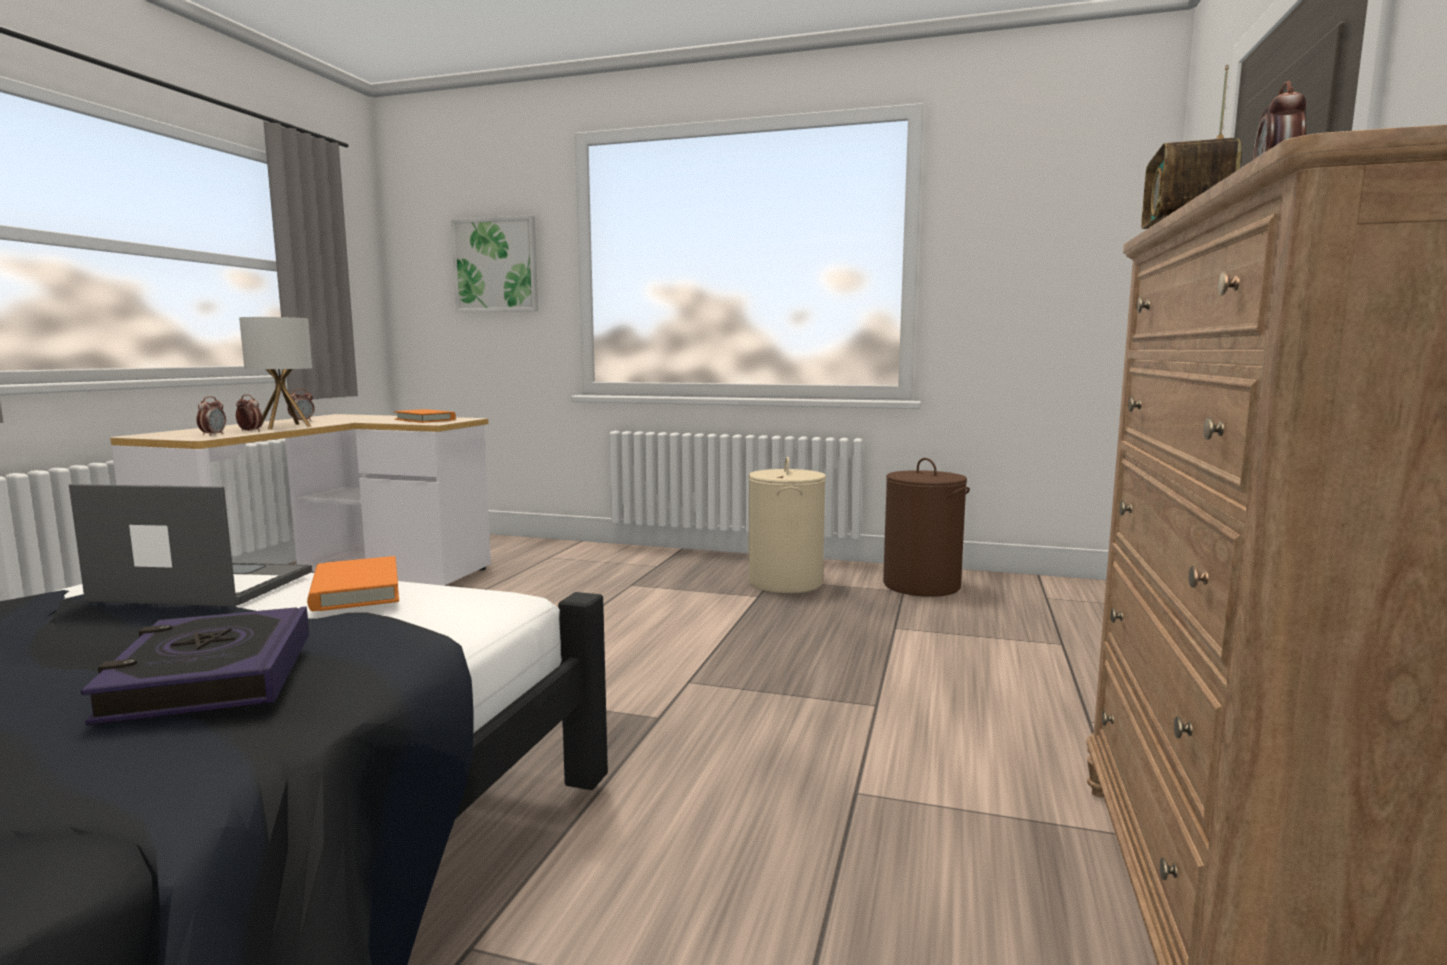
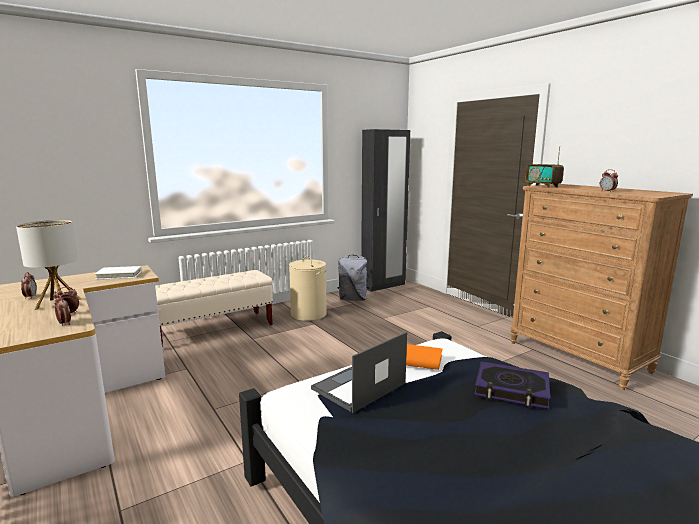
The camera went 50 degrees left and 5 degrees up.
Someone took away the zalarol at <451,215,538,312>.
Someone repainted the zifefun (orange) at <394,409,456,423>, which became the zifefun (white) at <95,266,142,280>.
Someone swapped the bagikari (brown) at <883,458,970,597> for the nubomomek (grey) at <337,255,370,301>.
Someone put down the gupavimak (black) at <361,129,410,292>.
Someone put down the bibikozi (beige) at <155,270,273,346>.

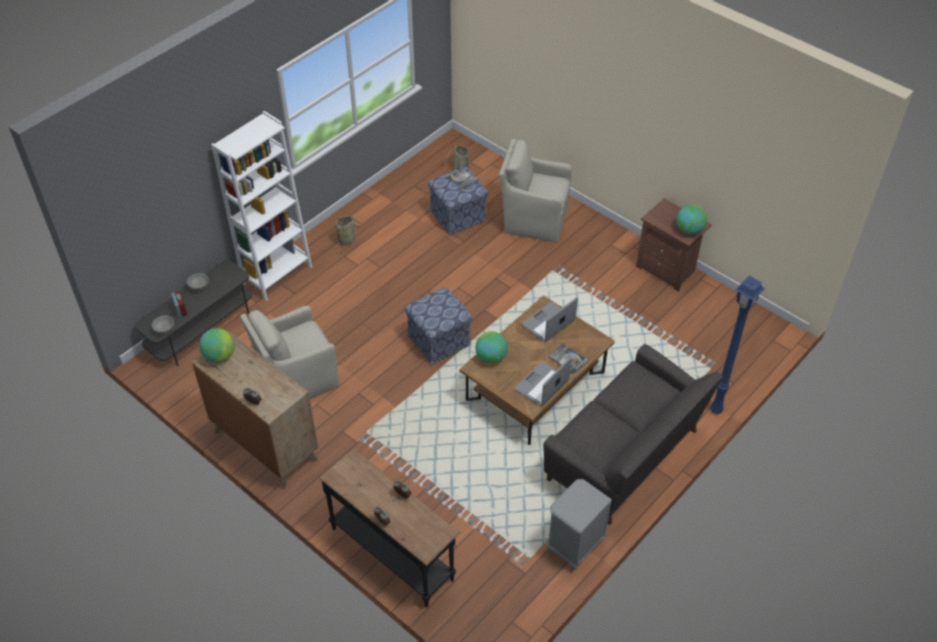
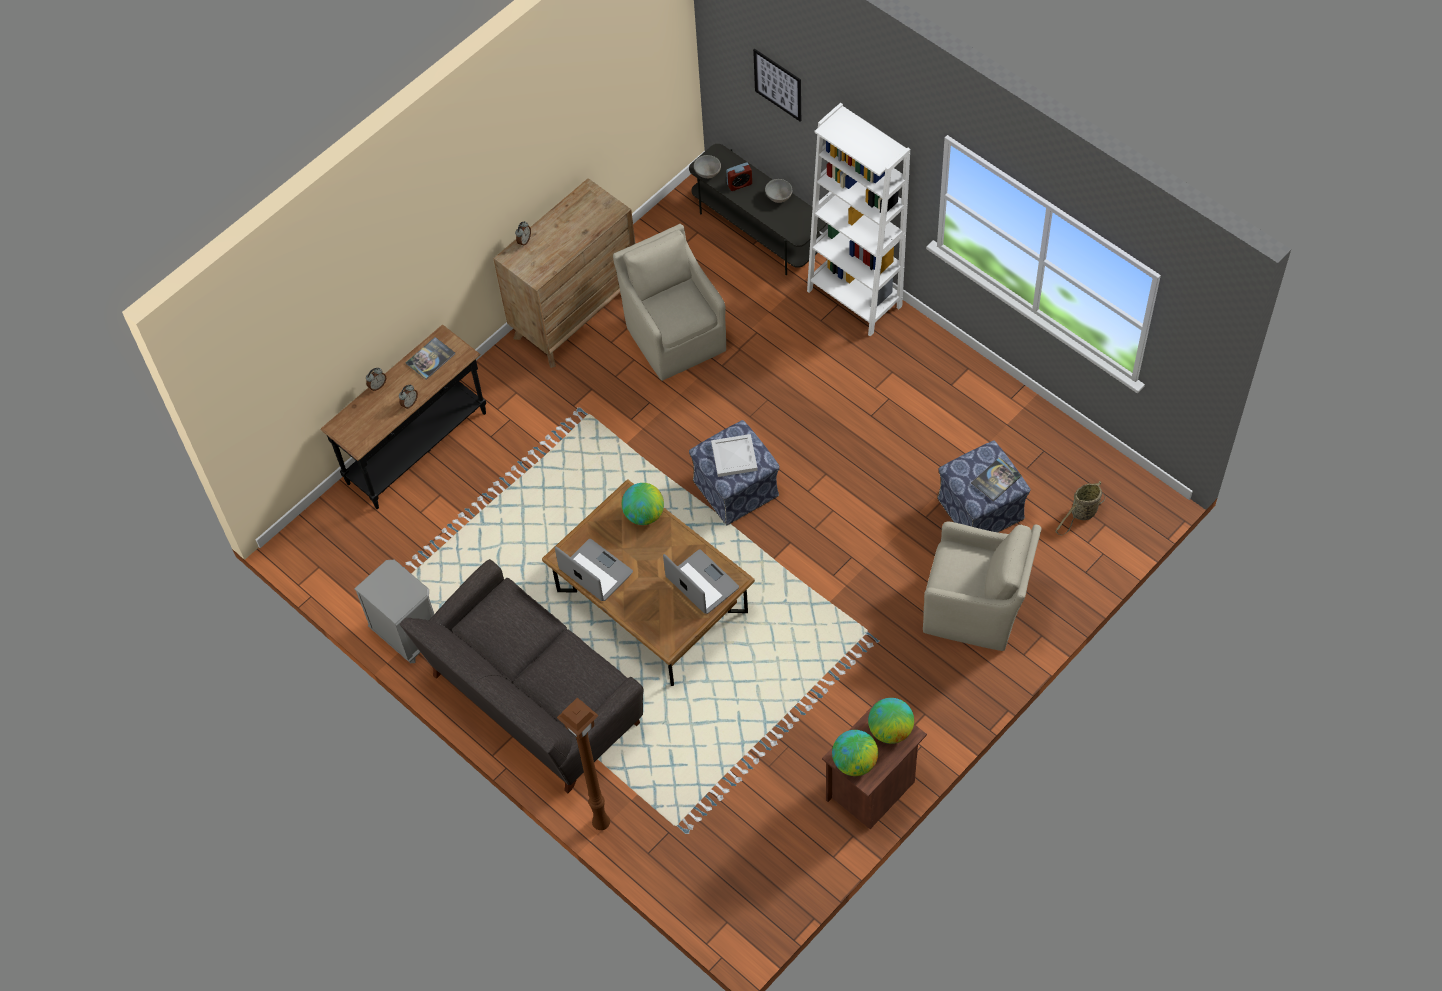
The camera went 95 degrees right and 10 degrees up.
Someone rotated the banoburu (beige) at <499,139,572,242> by 90 degrees clockwise.
Someone took away the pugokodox at <333,216,363,251>.
Someone repainted the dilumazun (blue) at <710,275,765,414>, which became the dilumazun (brown) at <557,698,610,830>.
Someone carried the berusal from <199,328,235,363> to <868,698,914,744>.
Someone carried the zifefun from <549,343,588,374> to <406,337,455,380>.
Someone put up the zalarol at <753,49,801,122>.
Someone put down the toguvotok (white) at <711,434,758,477>.

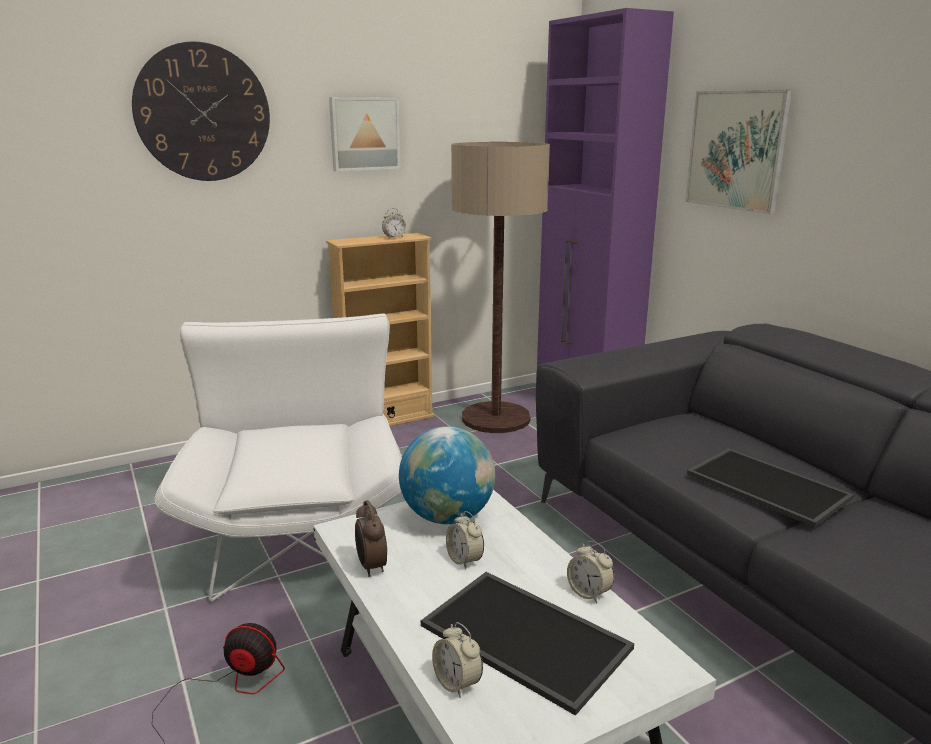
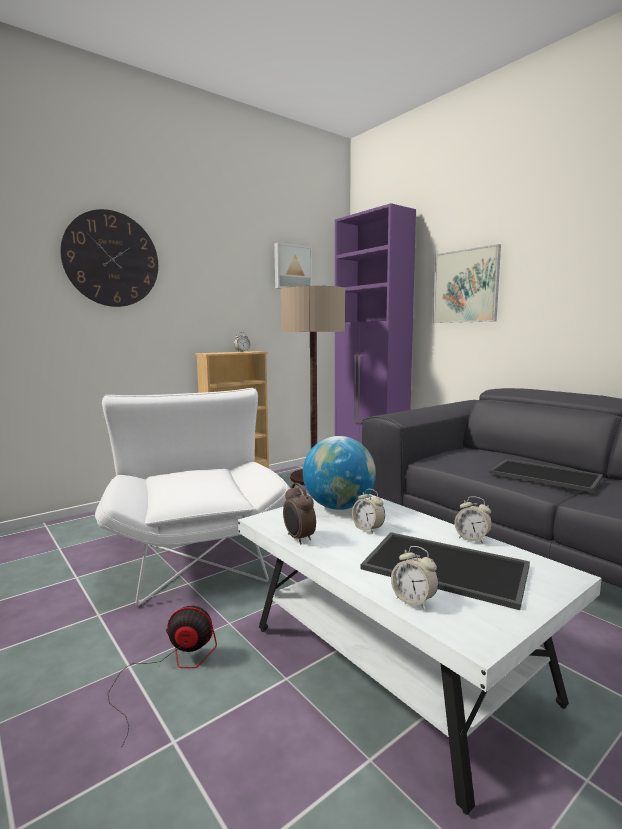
The camera went 10 degrees left and 10 degrees down.
Someone carried the zalarol from <329,97,401,172> to <274,243,312,289>.

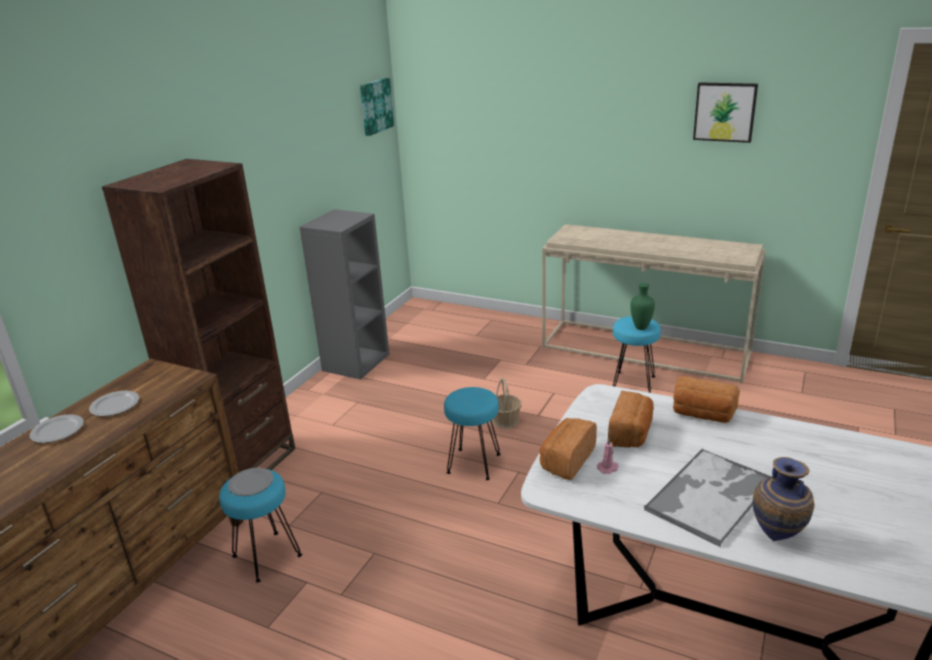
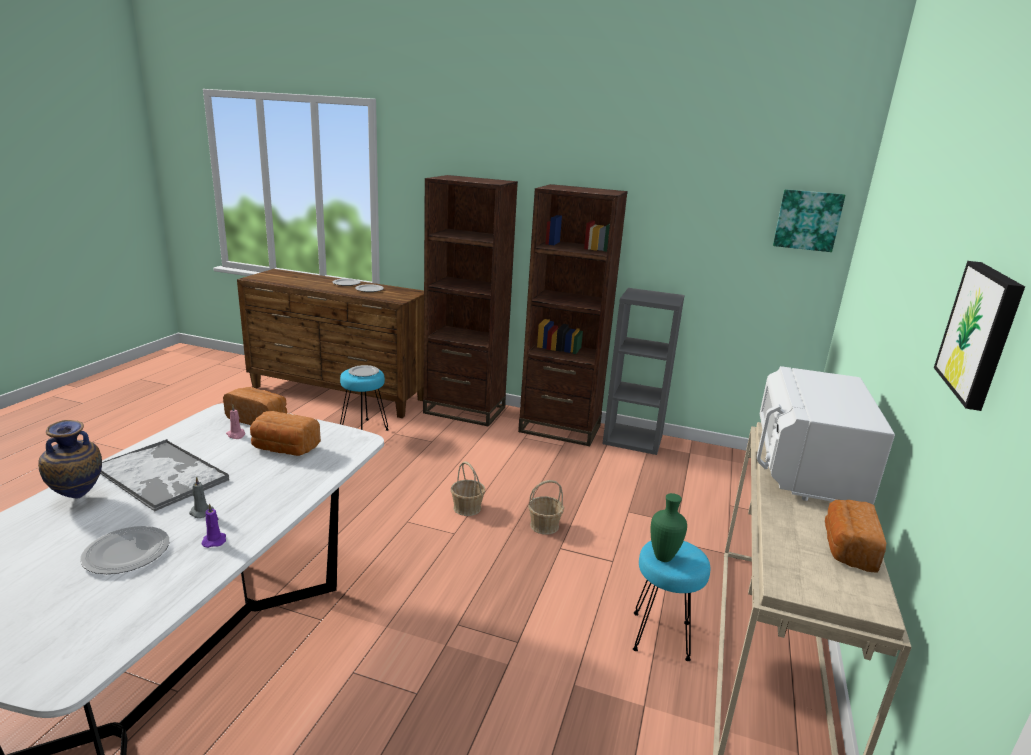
The camera went 80 degrees right and 5 degrees down.
Someone carried the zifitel from <673,376,740,423> to <825,500,886,573>.
Someone swapped the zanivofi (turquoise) at <444,387,500,480> for the pugokodox at <451,461,485,516>.
Someone put down the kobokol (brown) at <518,184,628,446>.
Someone put down the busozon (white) at <757,366,895,505>.
Someone put down the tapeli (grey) at <189,476,214,518>.
Someone put down the tapeli (purple) at <201,503,226,548>.
Someone put down the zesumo at <80,526,169,574>.

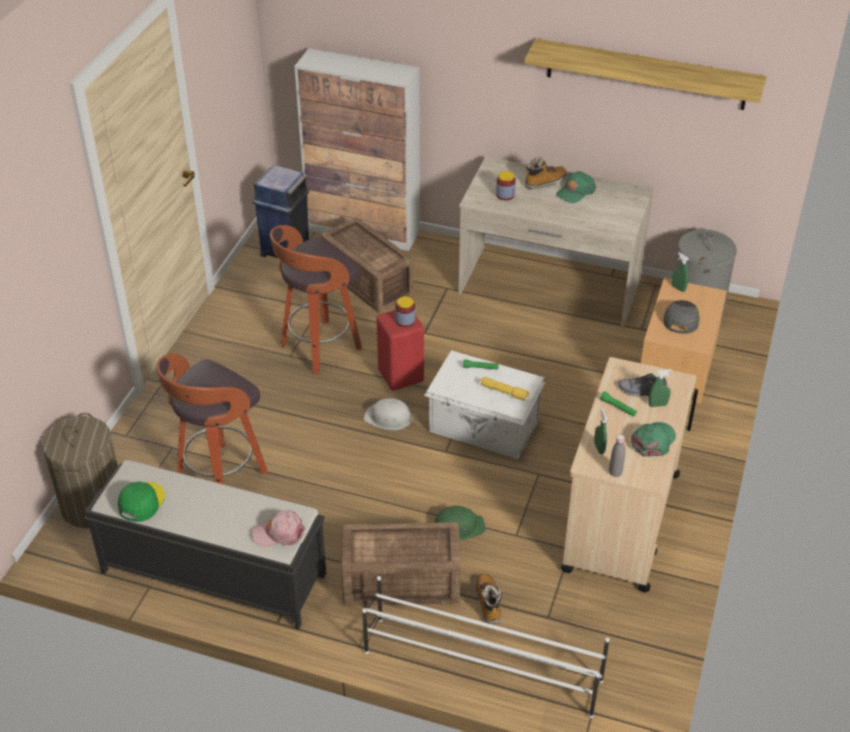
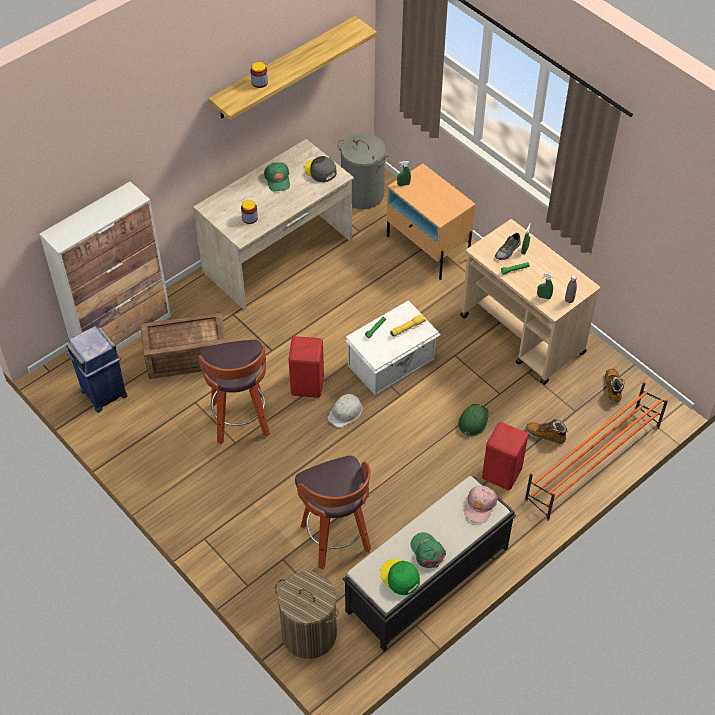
The camera went 60 degrees left and 10 degrees up.
Someone carried the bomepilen from <525,157,567,189> to <605,368,624,404>.
Someone carried the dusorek from <395,296,415,327> to <250,62,268,88>.
Someone carried the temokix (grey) from <663,300,700,334> to <305,156,337,182>.
Someone carried the temokix (green) from <631,422,676,457> to <410,532,446,568>.
Someone swapped the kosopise at <341,522,461,606> for the zanivofi (red) at <482,422,528,490>.
Someone repainted the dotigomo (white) at <362,576,610,718>, which became the dotigomo (orange) at <525,381,668,521>.

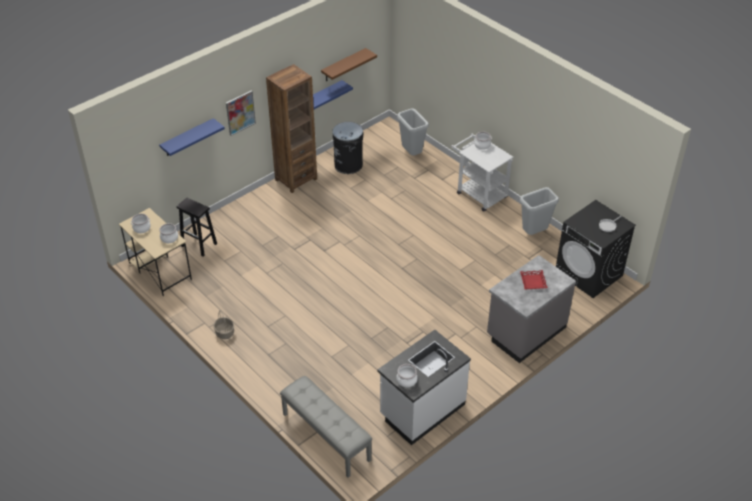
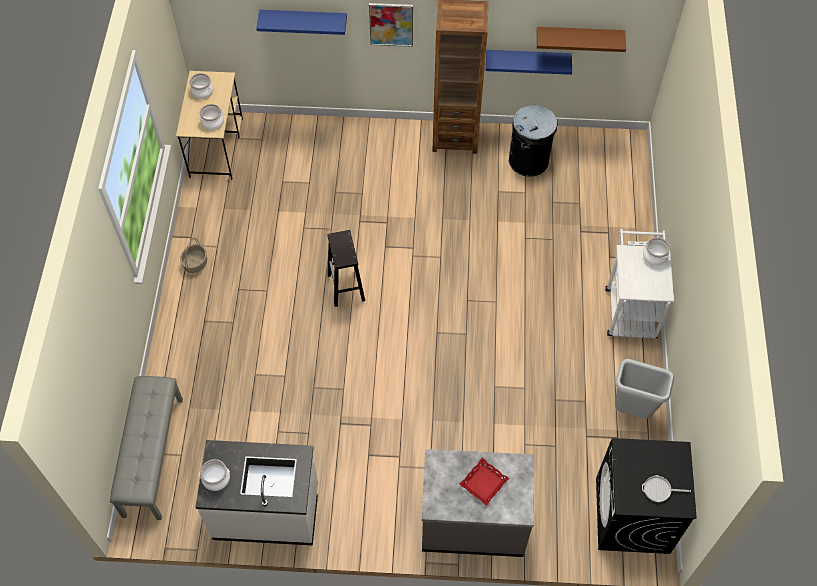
The camera went 45 degrees right and 15 degrees up.
Someone took away the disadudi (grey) at <397,108,429,155>.
Someone carried the zanivofi (black) from <177,197,217,257> to <327,230,365,307>.

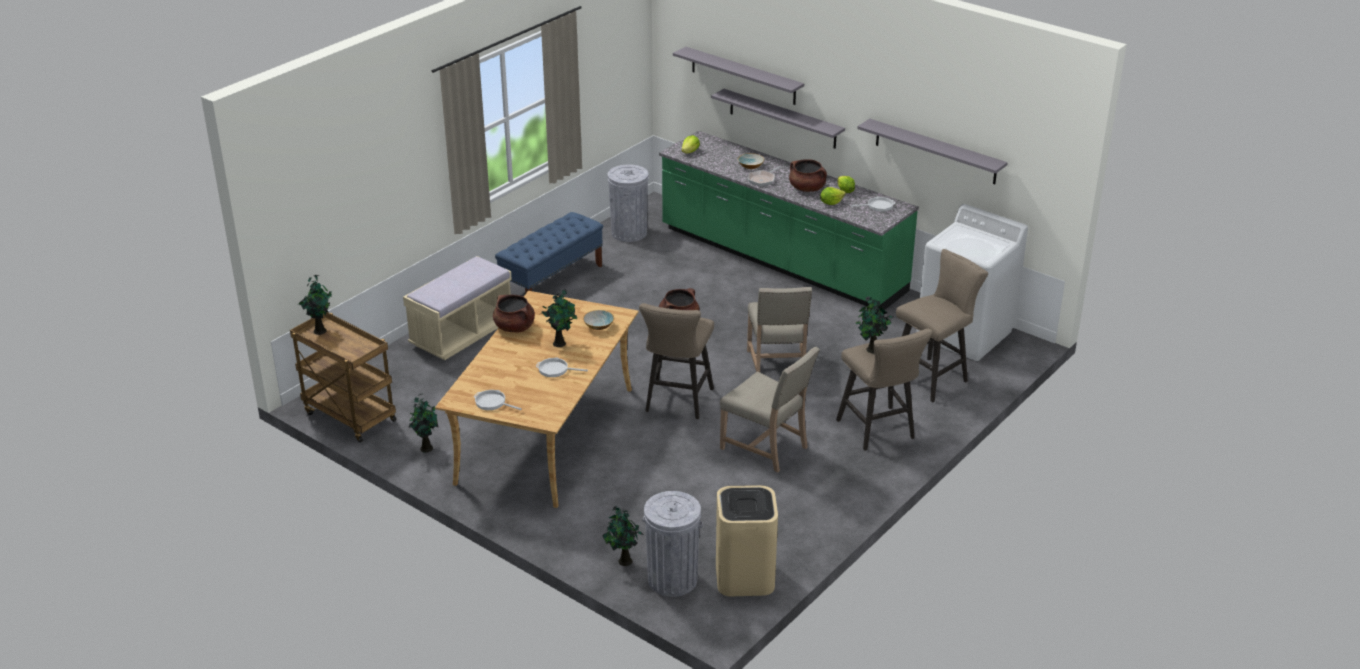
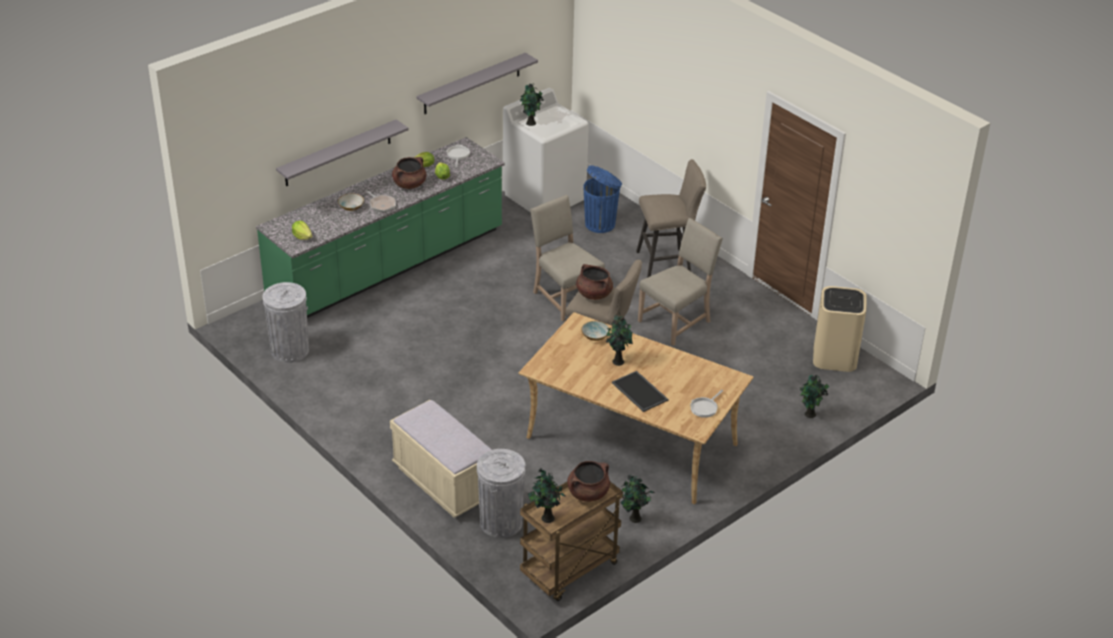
The camera went 80 degrees left and 5 degrees up.
Someone took away the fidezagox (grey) at <673,47,804,105>.
Someone took away the bibikozi (blue) at <495,212,603,294>.
Someone swapped the zanivofi (beige) at <896,249,988,402> for the disadudi (blue) at <583,165,622,233>.
Someone rotated the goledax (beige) at <747,287,812,372> by 135 degrees counterclockwise.
Someone carried the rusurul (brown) from <493,295,535,333> to <567,461,610,502>.
Someone carried the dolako from <856,296,894,353> to <520,84,544,126>.
Someone took away the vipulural at <536,357,588,377>.
Someone carried the disadudi (grey) from <643,491,703,597> to <477,449,525,538>.
Someone put down the toguvotok at <612,371,668,412>.

